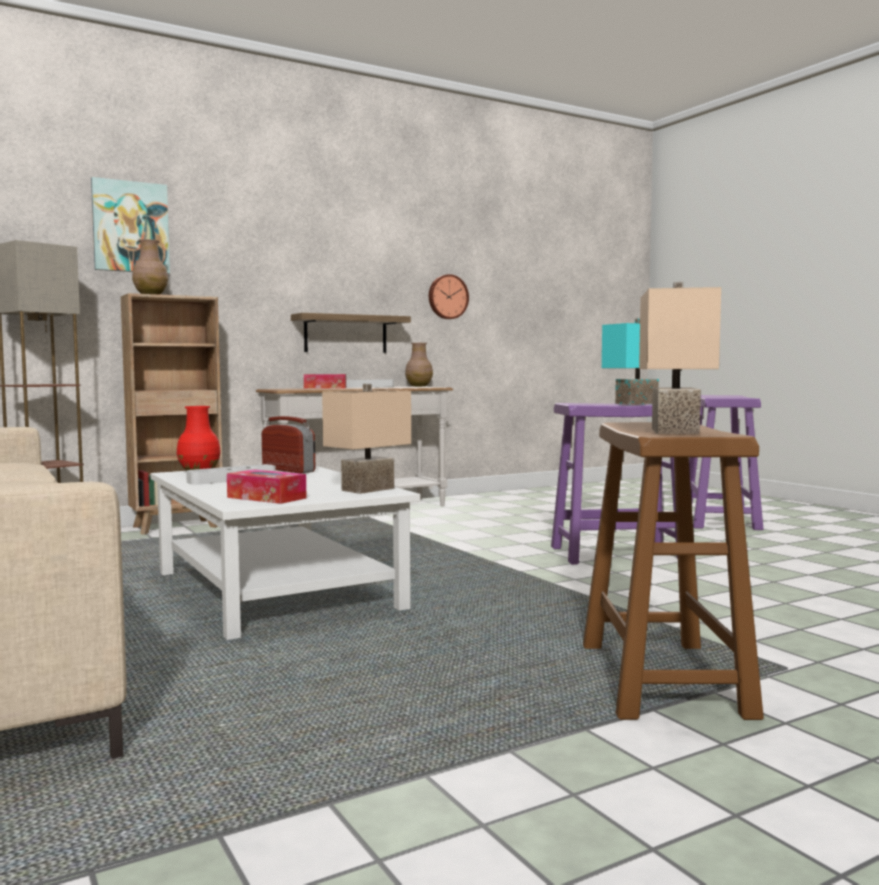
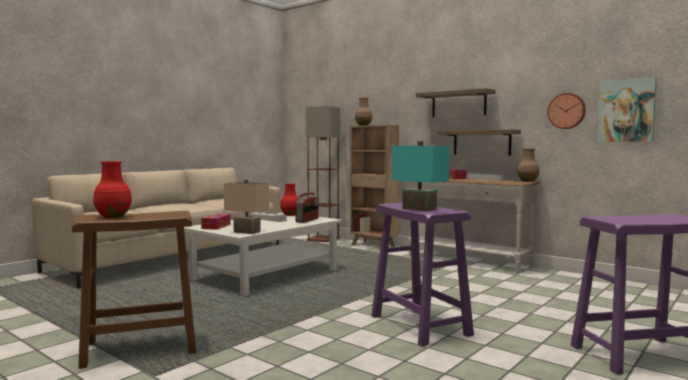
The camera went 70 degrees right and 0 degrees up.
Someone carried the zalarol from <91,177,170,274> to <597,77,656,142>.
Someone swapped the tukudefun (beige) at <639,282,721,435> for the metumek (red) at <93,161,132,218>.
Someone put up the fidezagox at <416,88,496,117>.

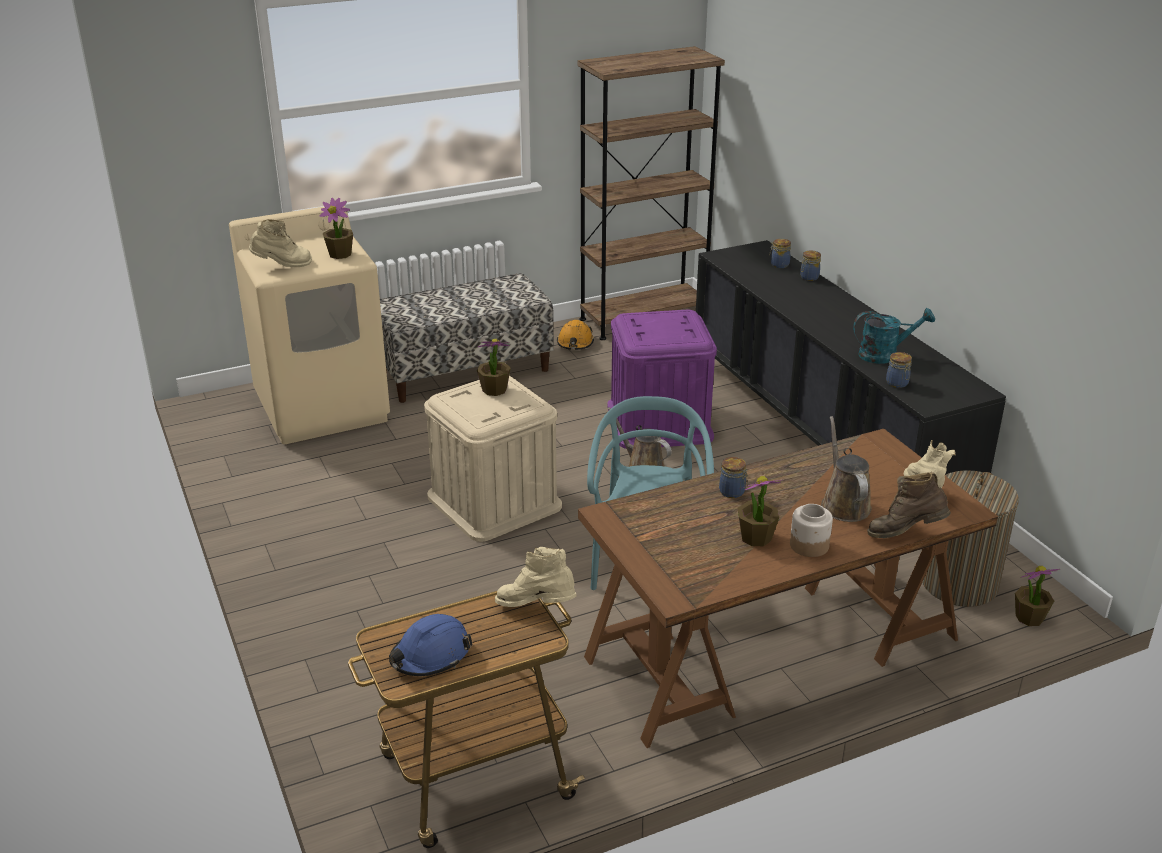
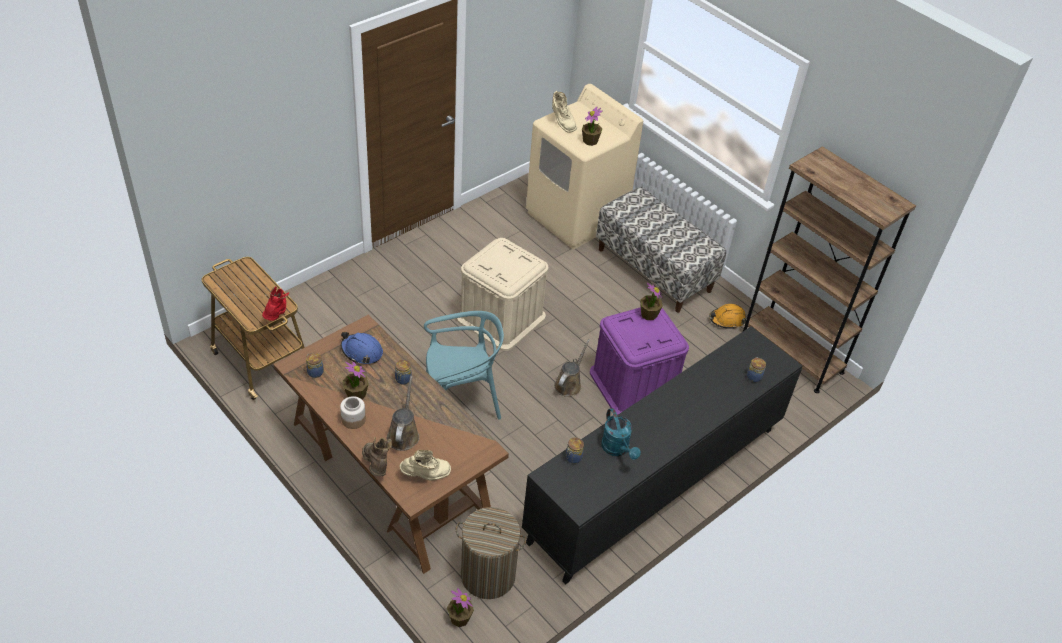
The camera went 70 degrees right and 15 degrees up.
Someone carried the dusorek from <800,250,821,281> to <306,353,324,378>.
Someone carried the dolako from <477,339,511,396> to <640,283,663,320>.
Someone rotated the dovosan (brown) at <821,416,872,522> by 60 degrees counterclockwise.
Someone repainted the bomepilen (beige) at <495,547,577,607>, which became the bomepilen (red) at <262,286,290,321>.
Someone carried the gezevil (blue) from <389,614,473,676> to <341,332,383,364>.

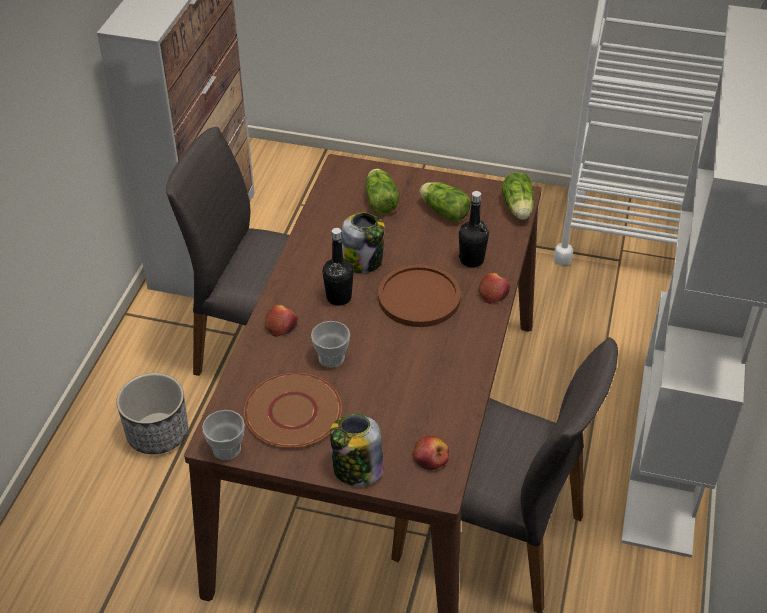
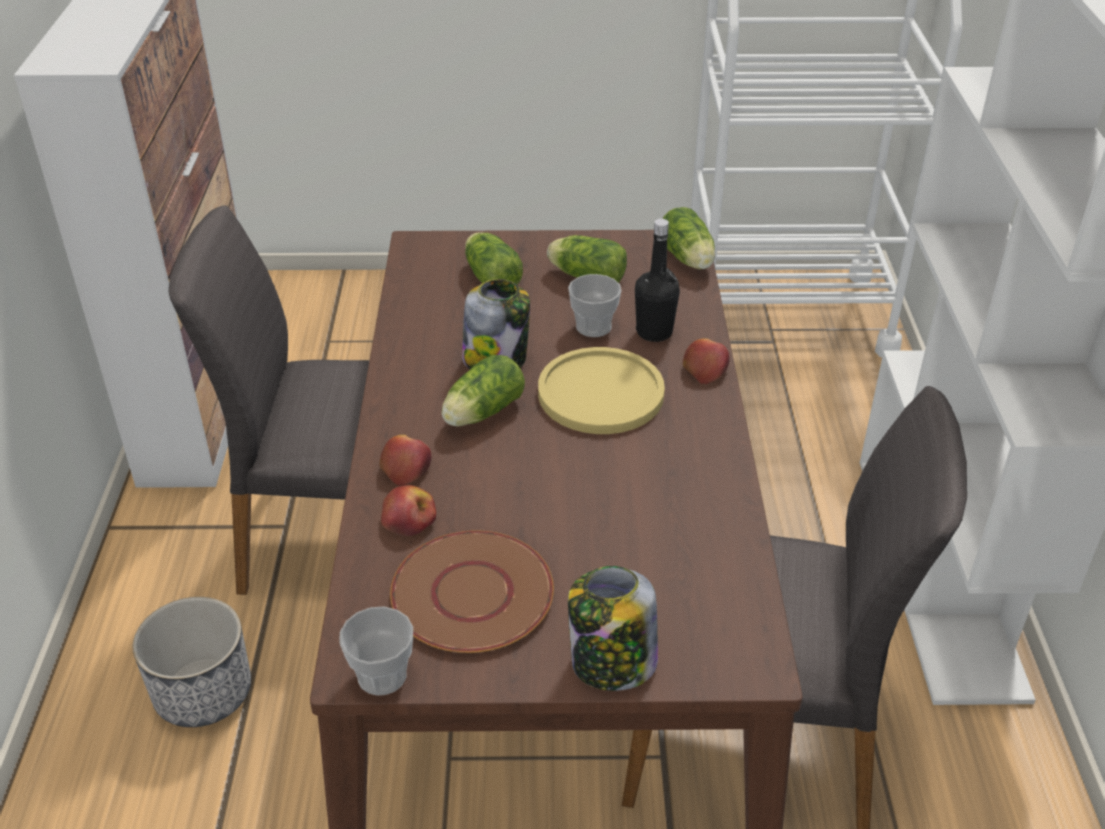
The camera went 15 degrees left and 5 degrees down.
Someone swapped the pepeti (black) at <322,228,354,306> for the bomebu at <442,355,525,426>.
Someone repainted the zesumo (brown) at <378,265,461,327>, which became the zesumo (yellow) at <538,347,665,434>.
Someone carried the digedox from <311,321,350,368> to <568,274,622,337>.
Someone carried the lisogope from <412,436,449,470> to <381,485,436,536>.

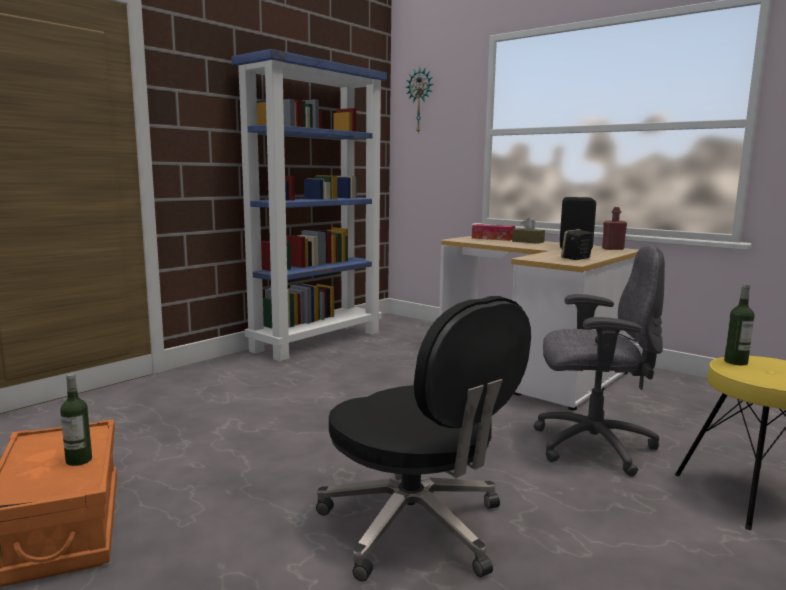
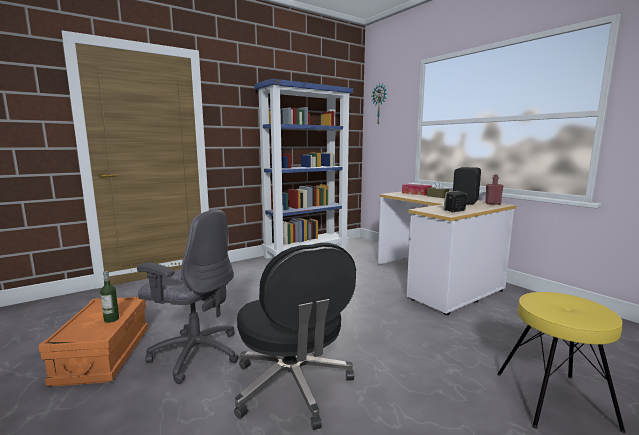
The camera went 15 degrees right and 0 degrees up.
Someone carried the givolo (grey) from <534,245,665,477> to <137,209,239,384>.
Someone took away the pepeti at <724,284,755,365>.

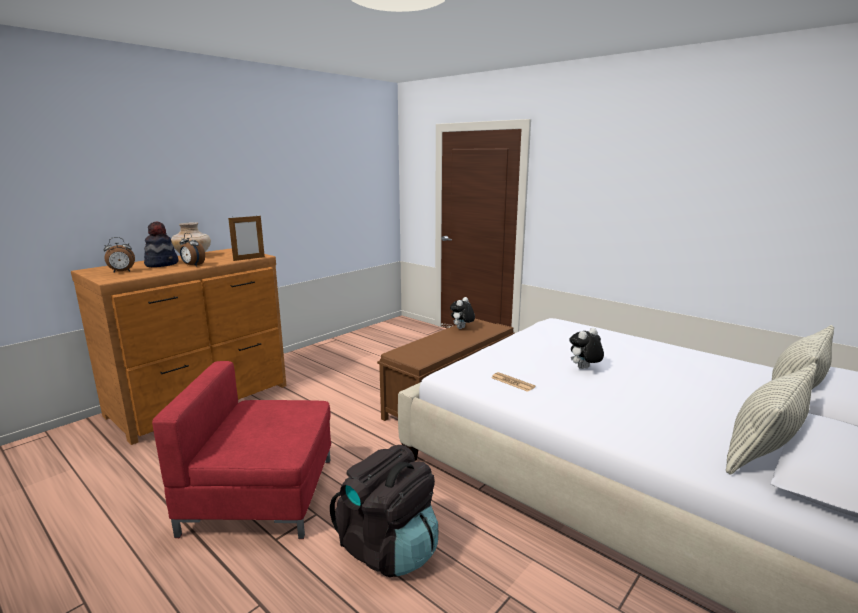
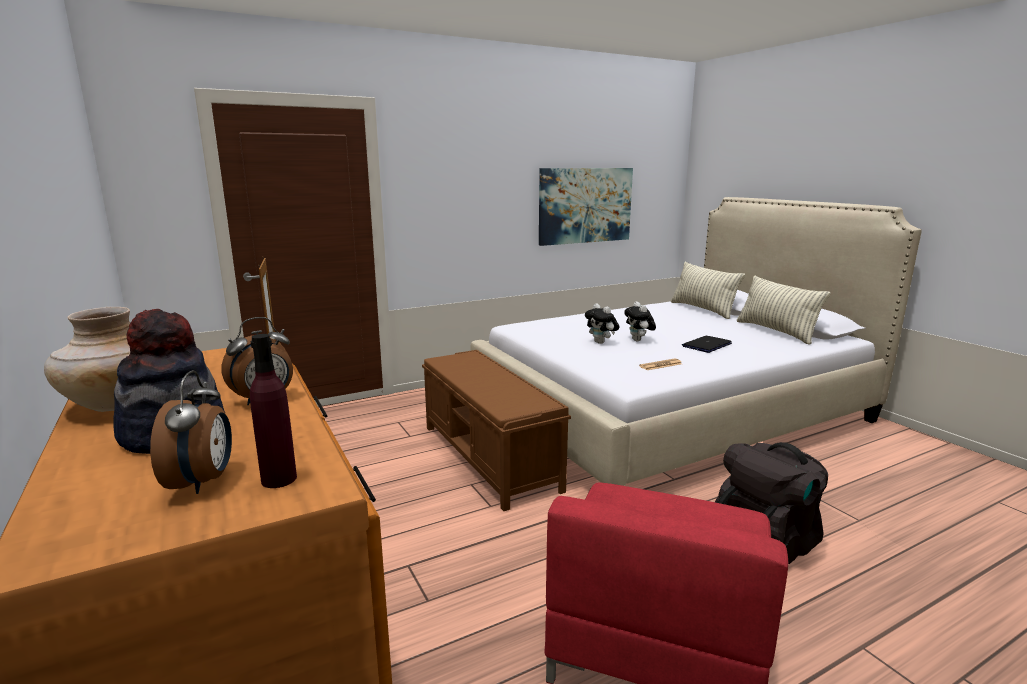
The camera went 70 degrees left and 0 degrees up.
Someone carried the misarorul from <450,297,475,329> to <585,303,619,344>.
Someone put up the zalarol at <539,168,633,246>.
Someone put down the pepeti (purple) at <250,334,297,488>.
Someone put down the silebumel at <682,336,732,353>.

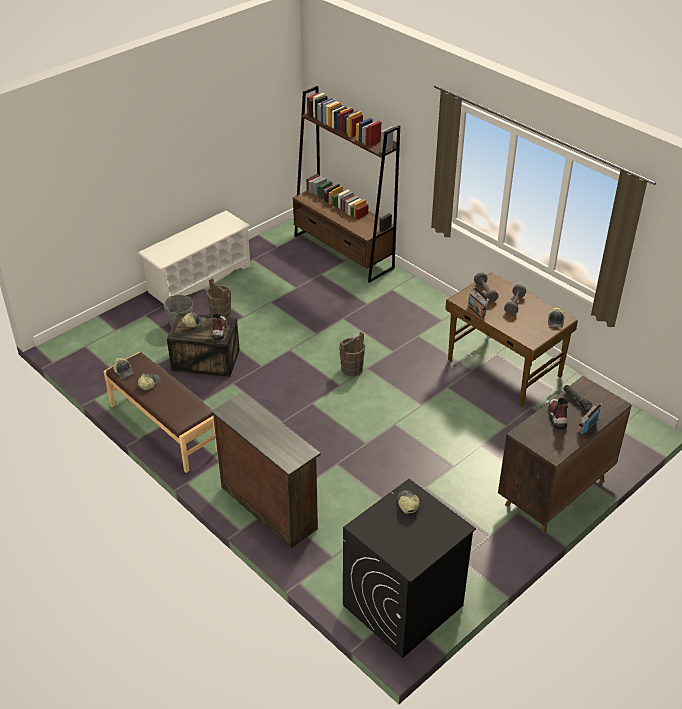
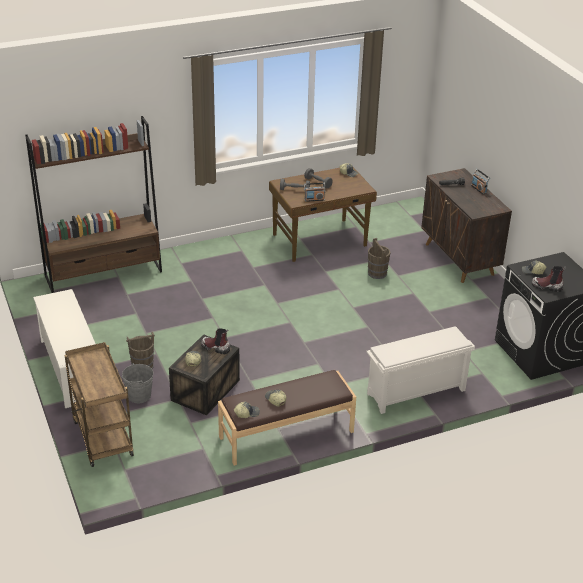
The camera went 70 degrees left and 5 degrees down.
Someone carried the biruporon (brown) from <339,331,365,376> to <368,238,391,279>.
Someone swapped the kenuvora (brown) at <211,392,321,548> for the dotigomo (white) at <366,326,475,414>.
Someone carried the bomepilen from <547,398,568,429> to <532,266,566,292>.
Someone put down the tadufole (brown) at <65,342,134,467>.

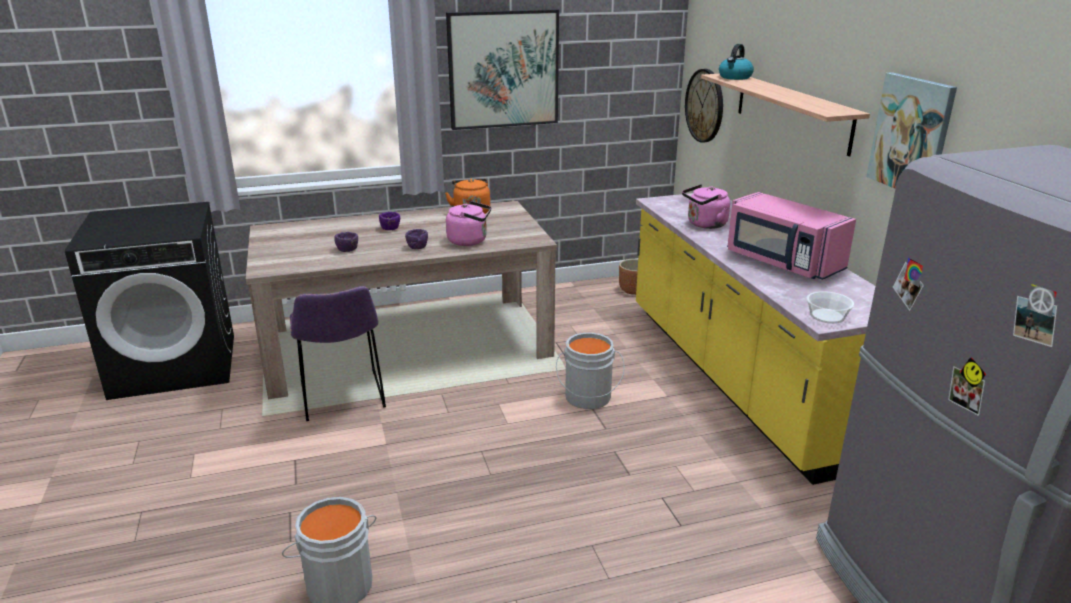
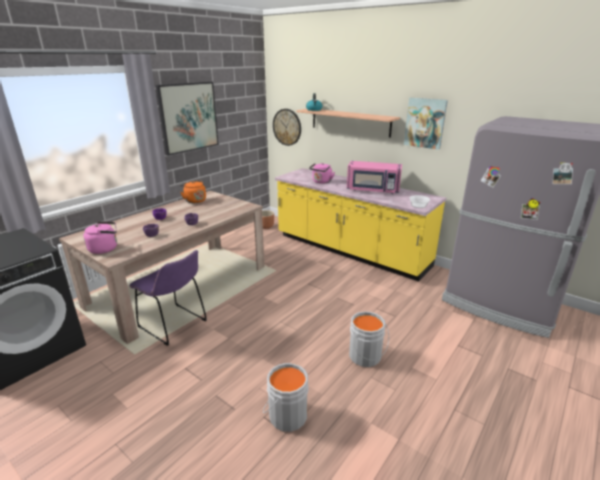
The camera went 35 degrees left and 0 degrees up.
Someone carried the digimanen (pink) from <446,201,491,246> to <84,221,117,254>.
Someone carried the biruporon (grey) from <556,332,624,409> to <349,311,389,367>.

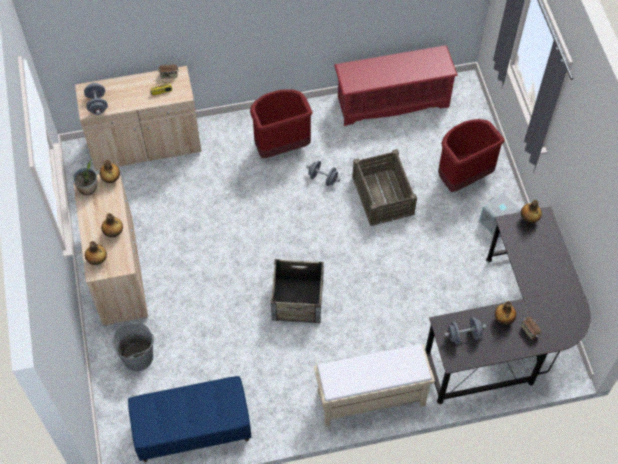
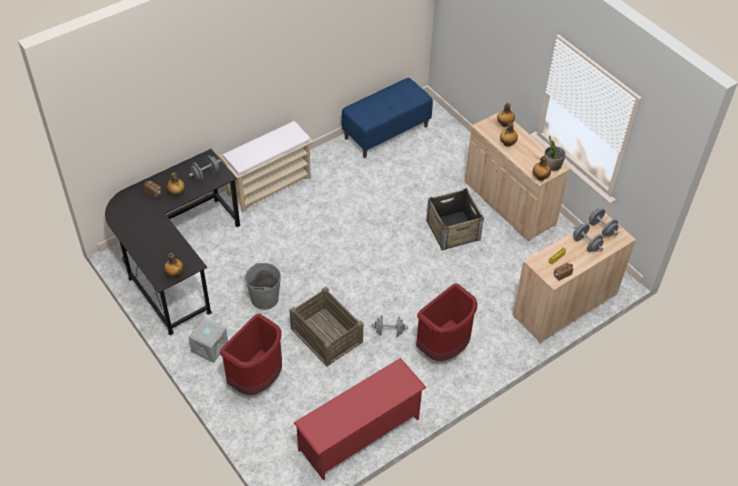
The camera went 155 degrees right and 10 degrees down.
Someone carried the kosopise from <271,259,324,323> to <426,188,484,251>.
Someone carried the biruporon (grey) from <112,322,154,371> to <244,263,281,310>.
Someone put down the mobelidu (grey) at <573,224,604,252>.

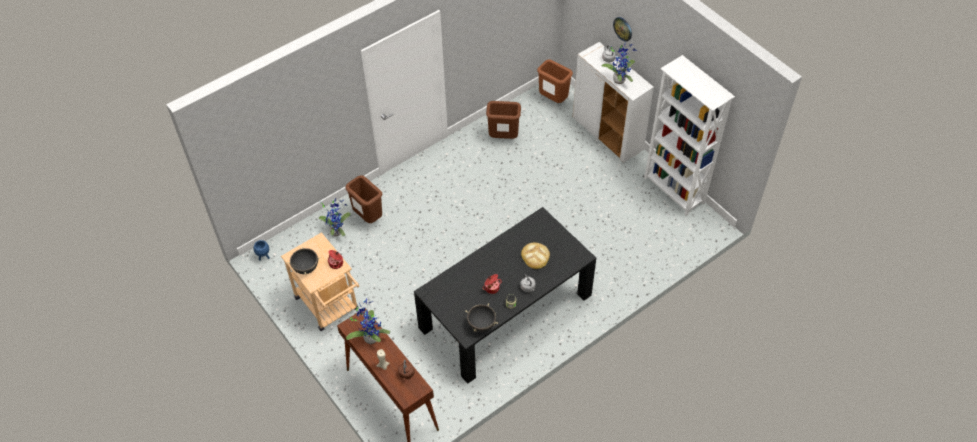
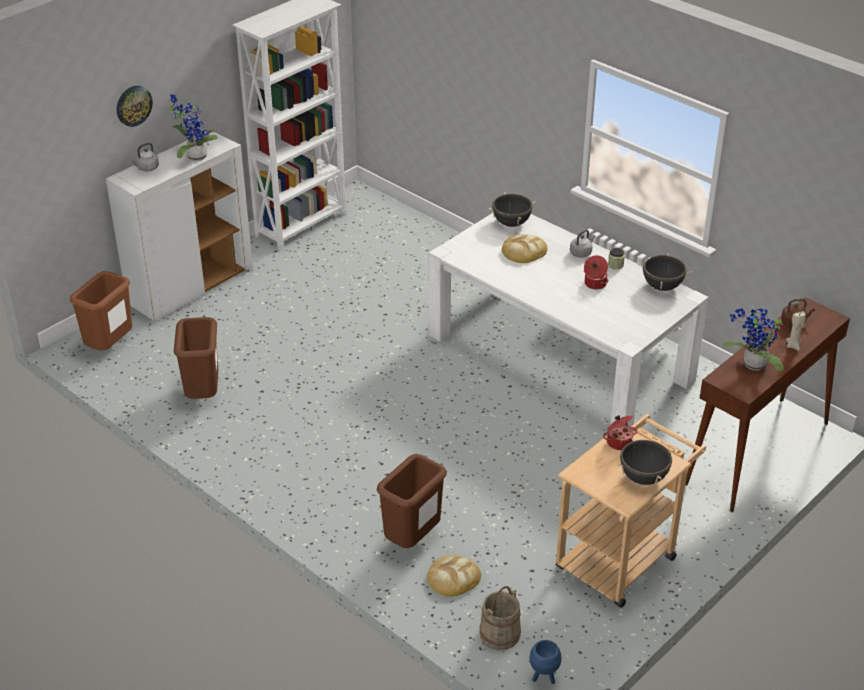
The camera went 100 degrees left and 15 degrees down.
Someone swapped the dolako at <318,198,351,237> for the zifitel at <427,555,481,597>.
Someone repainted the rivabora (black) at <414,207,596,384>, which became the rivabora (white) at <429,213,708,427>.
Someone put down the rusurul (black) at <489,192,536,227>.
Someone put down the biruporon (beige) at <479,586,521,650>.

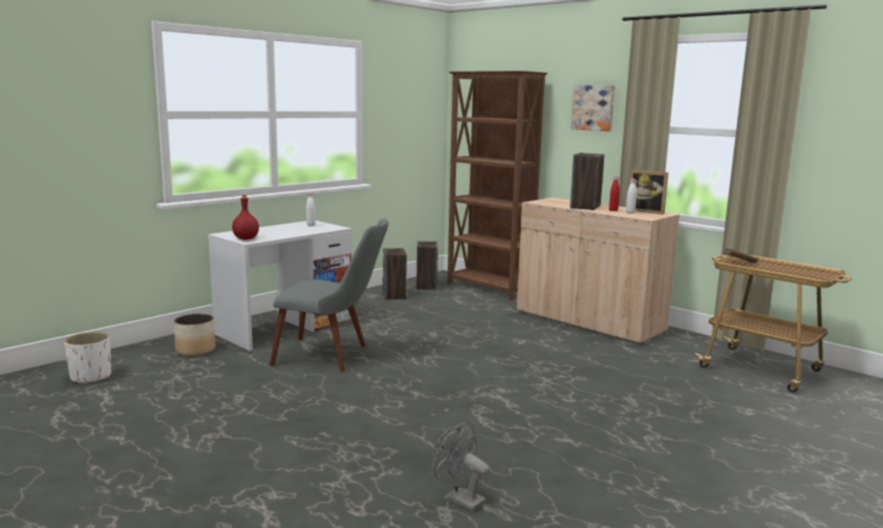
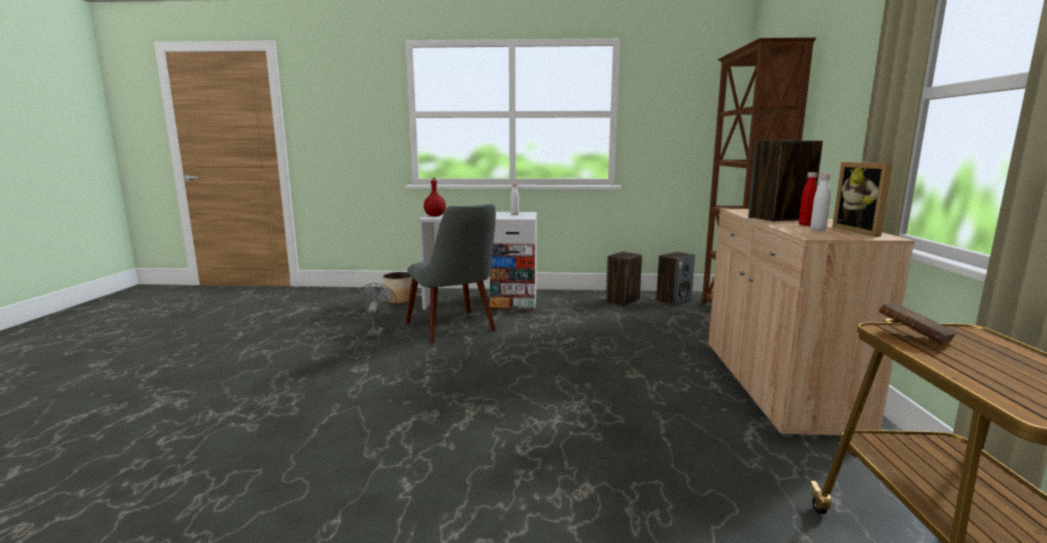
The camera went 50 degrees right and 0 degrees up.
Someone took away the zalarol at <571,85,615,131>.
Someone took away the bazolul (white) at <64,332,111,385>.
Someone carried the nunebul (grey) from <432,422,490,512> to <357,283,397,336>.

